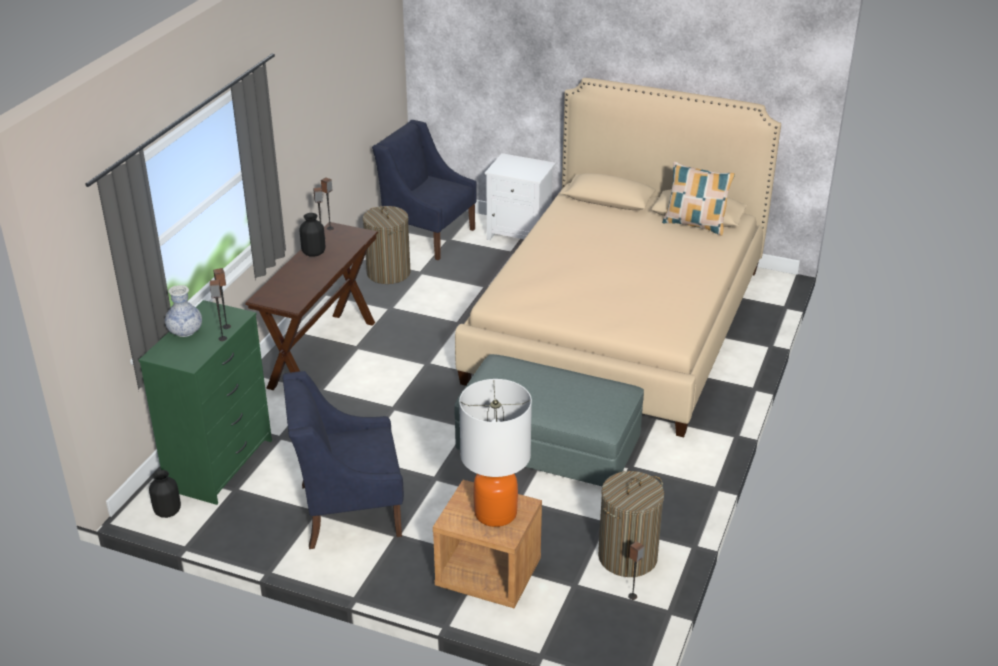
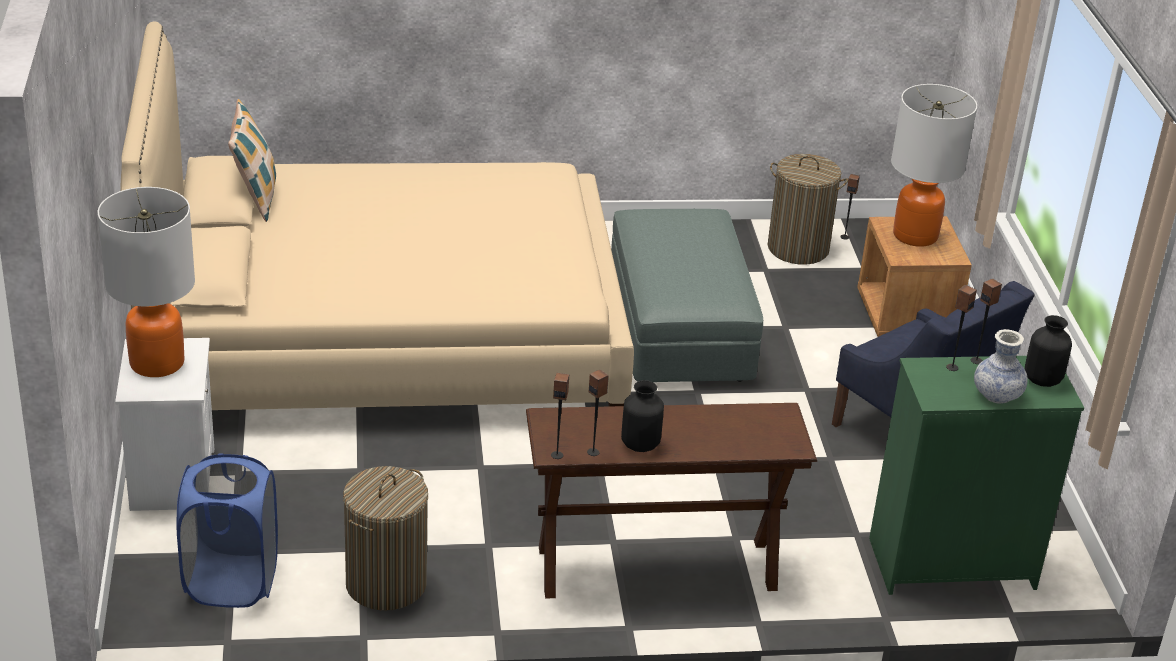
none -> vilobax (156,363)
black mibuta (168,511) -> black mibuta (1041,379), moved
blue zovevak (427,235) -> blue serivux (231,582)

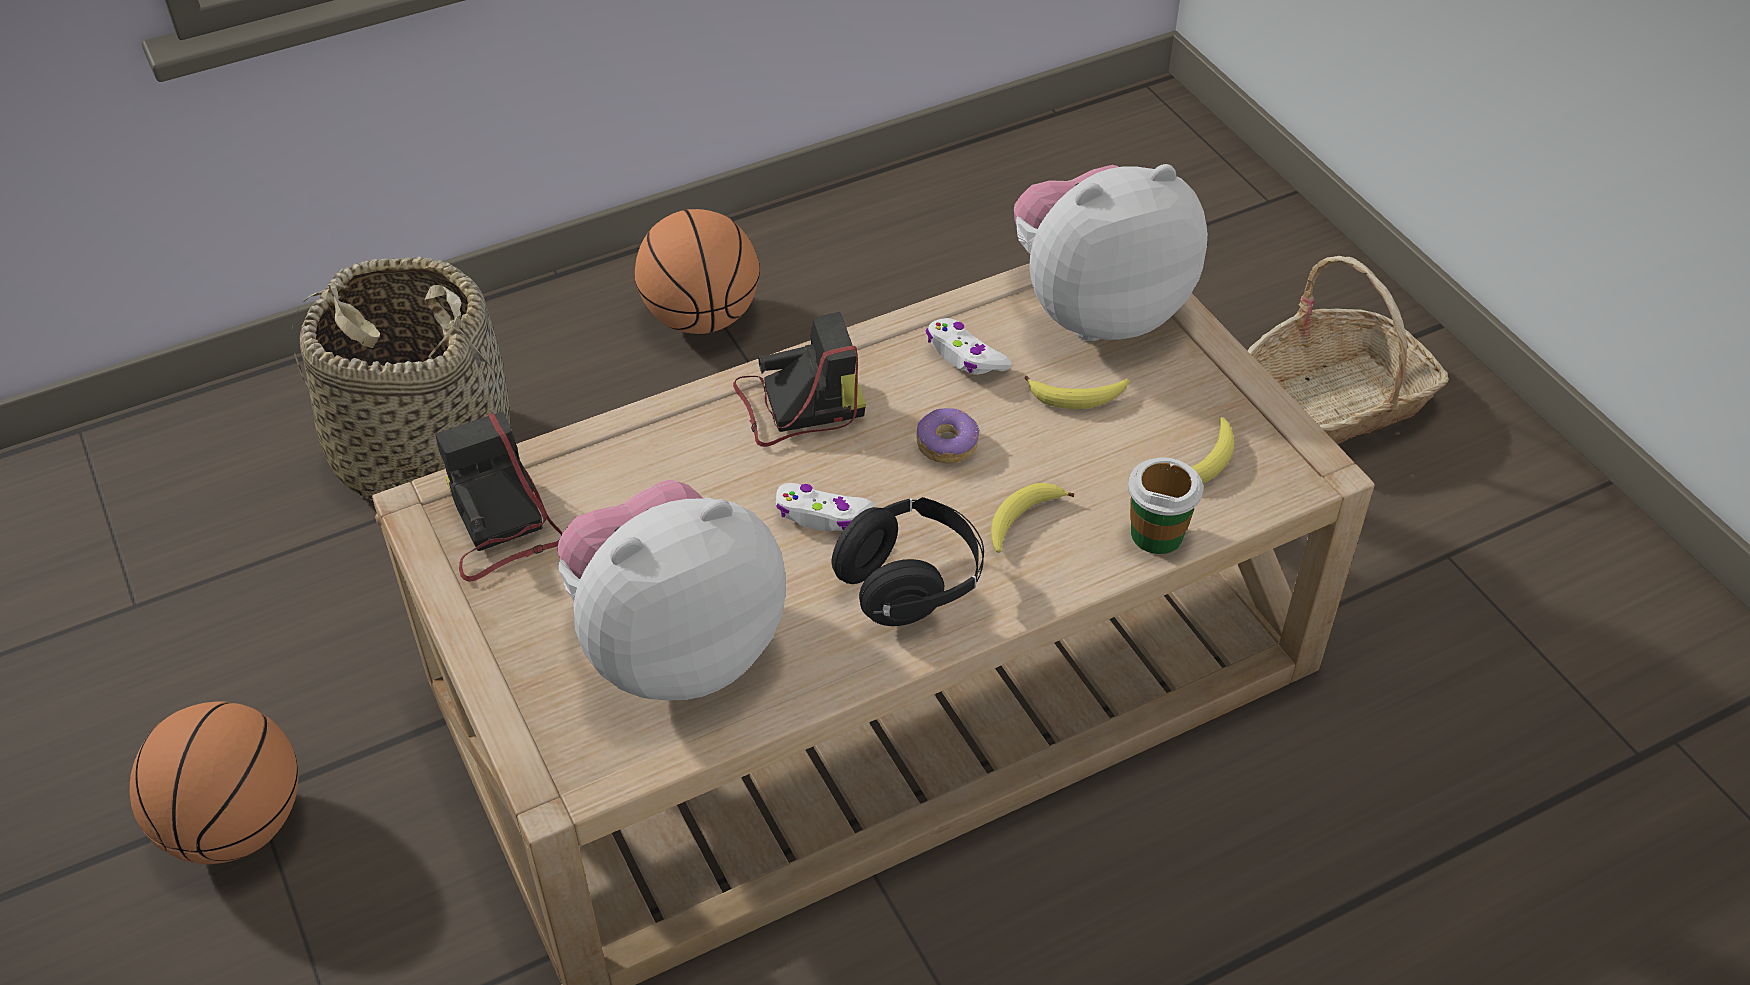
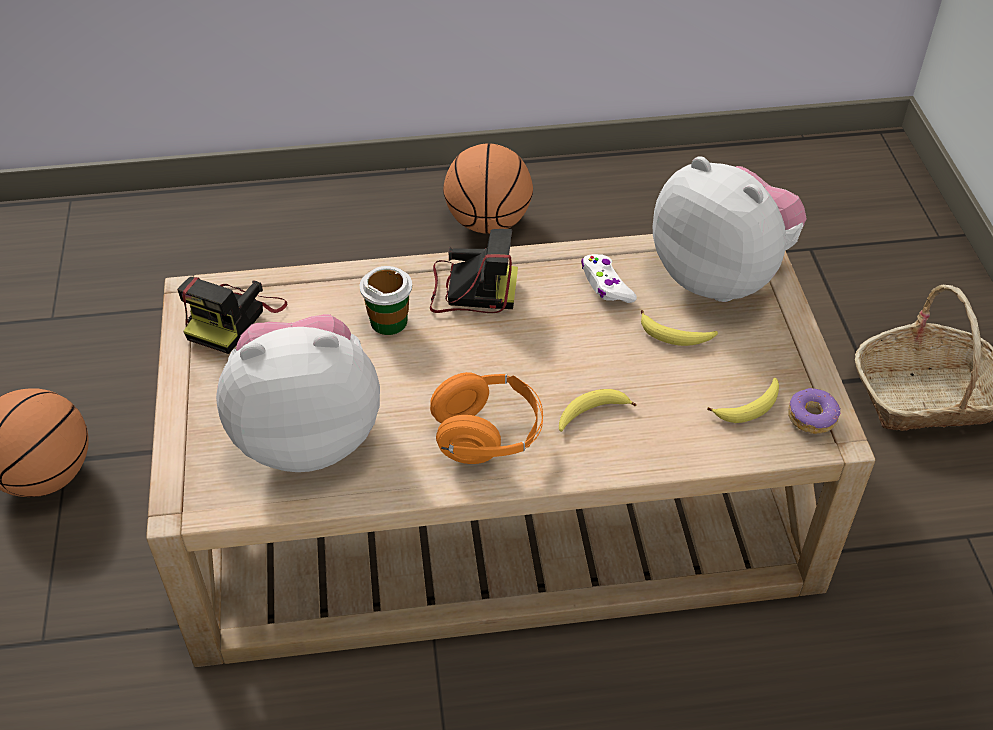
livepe (422,449) -> none
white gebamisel (822,515) -> none
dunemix (947,444) -> dunemix (812,417), moved
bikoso (1157,533) -> bikoso (389,321), moved
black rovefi (910,583) -> orange rovefi (487,435)
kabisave (499,524) -> kabisave (234,318), 150 degrees counterclockwise
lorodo (1097,309) -> lorodo (721,276), 45 degrees clockwise

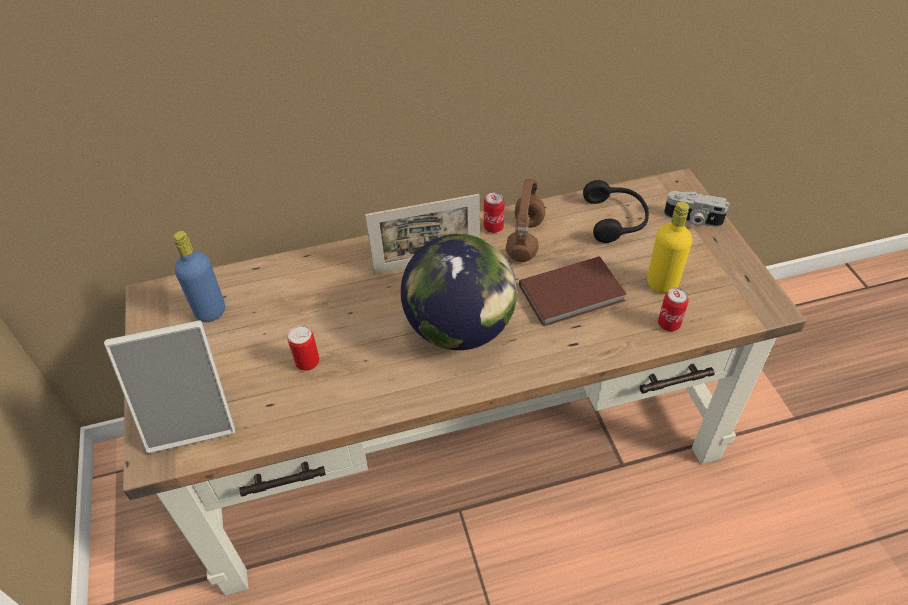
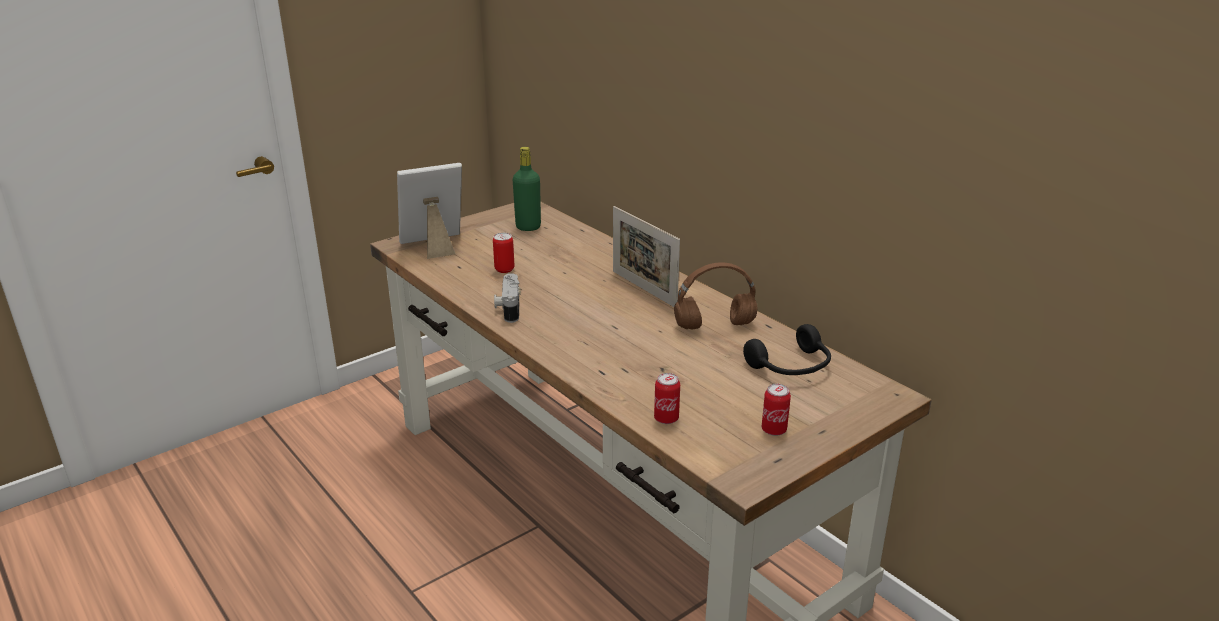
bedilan (460,329) -> none
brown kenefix (573,294) -> none
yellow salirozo (662,284) -> none
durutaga (493,227) -> durutaga (774,430), moved
kabisave (693,220) -> kabisave (508,308), moved
blue salirozo (210,311) -> green salirozo (528,227)
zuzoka (192,418) -> zuzoka (434,246), 105 degrees clockwise

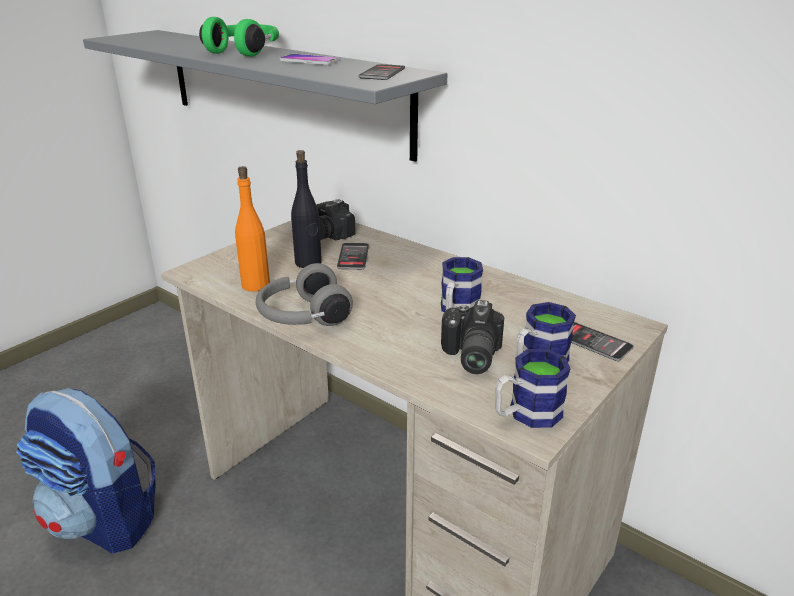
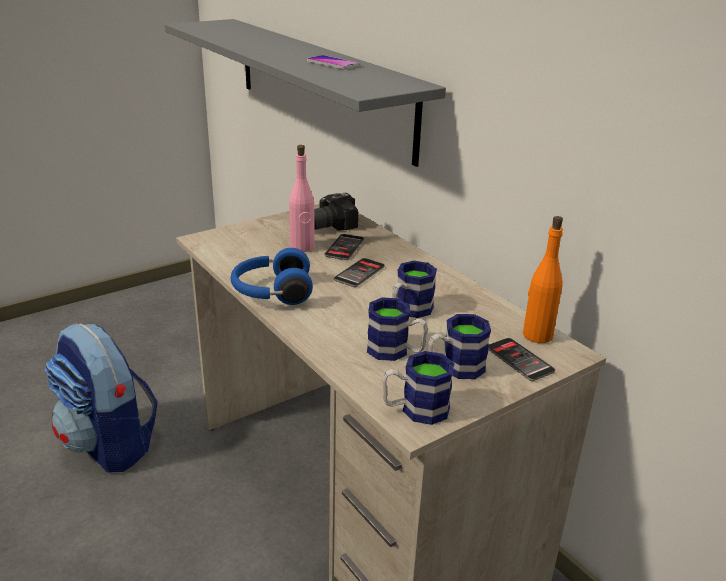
green rovefi (245,52) -> none
orange salirozo (255,285) -> orange salirozo (537,335), moved
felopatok (382,73) -> felopatok (359,273), moved
kabisave (469,356) -> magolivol (396,351)
grey rovefi (302,316) -> blue rovefi (271,292)
black salirozo (308,263) -> pink salirozo (302,247)

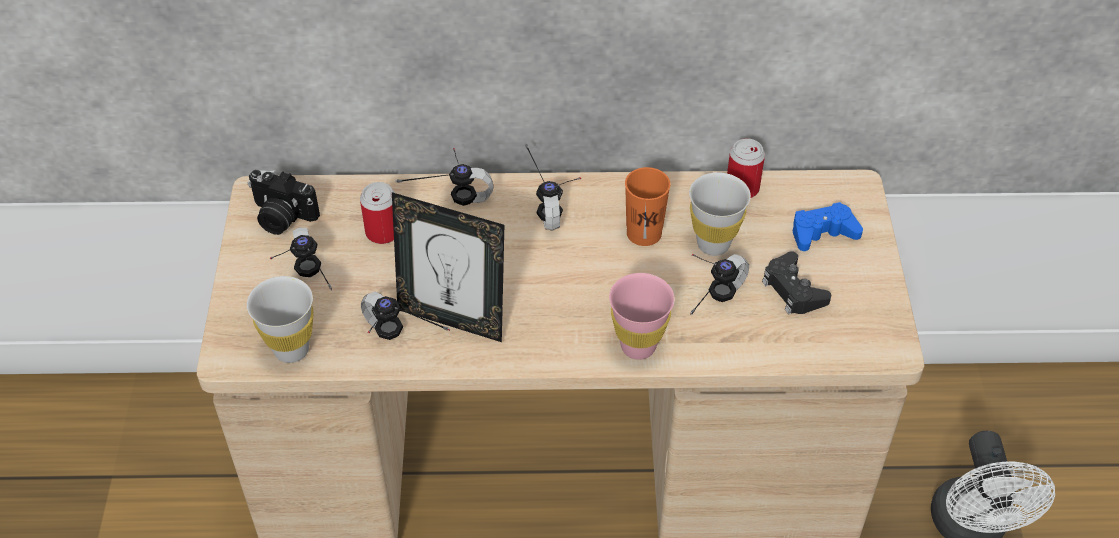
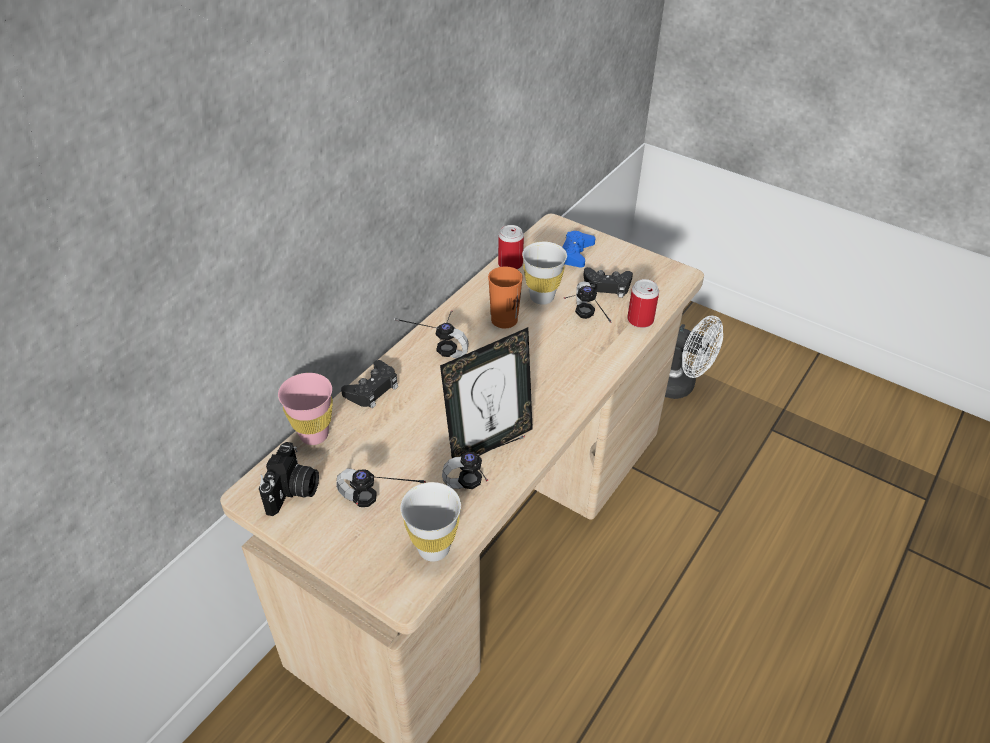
durutaga (383,232) -> durutaga (640,320), moved
pink bikoso (638,346) -> pink bikoso (314,435), moved
rovefi (448,193) -> black gebamisel (372,389)
kabisave (281,217) -> kabisave (293,491), 45 degrees counterclockwise

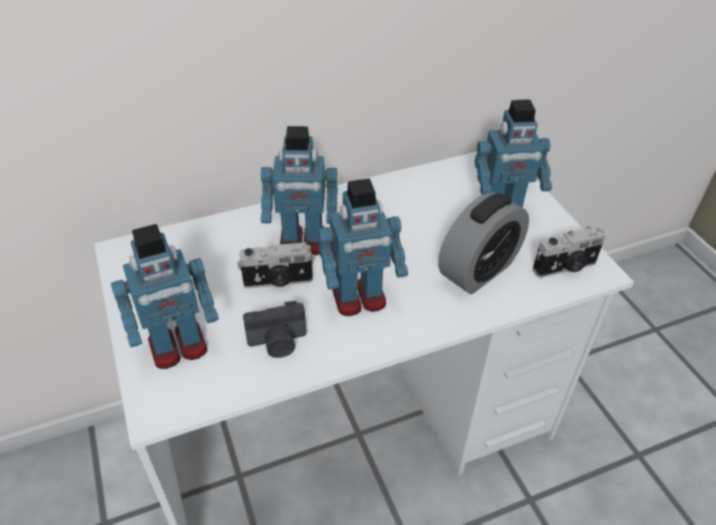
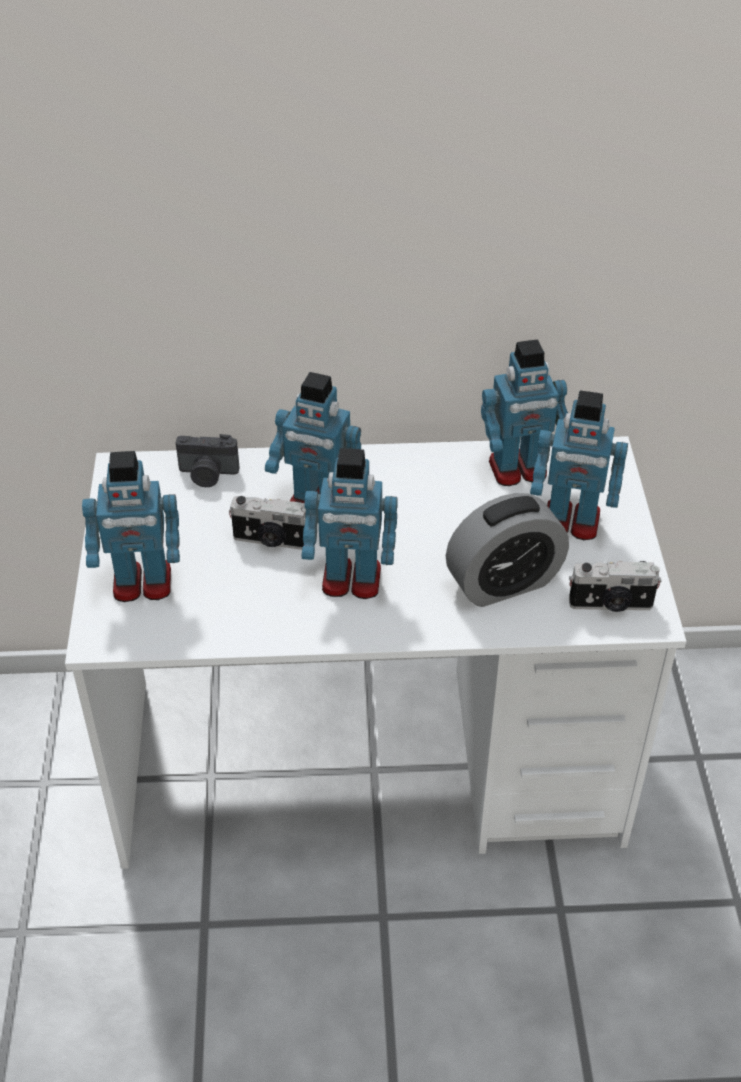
none -> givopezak (518,470)
kabisave (278,343) -> kabisave (207,475), moved

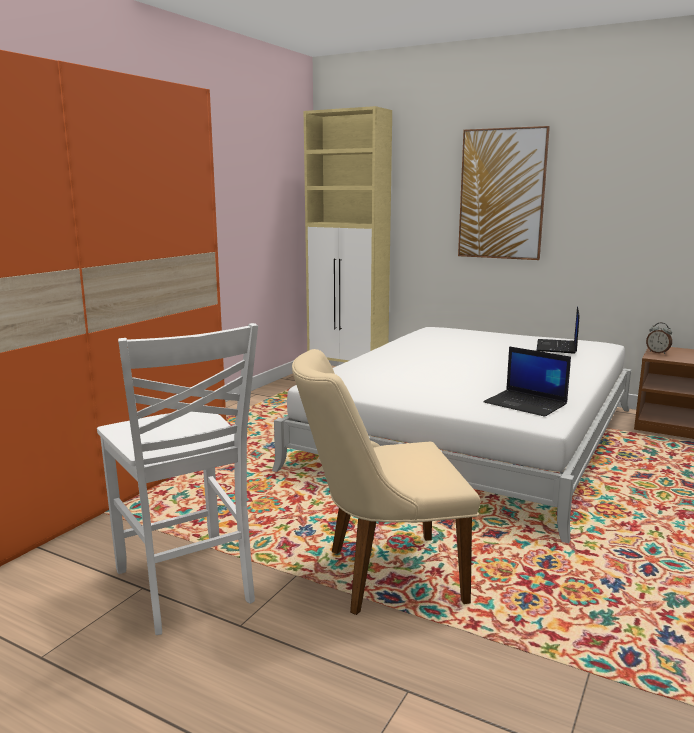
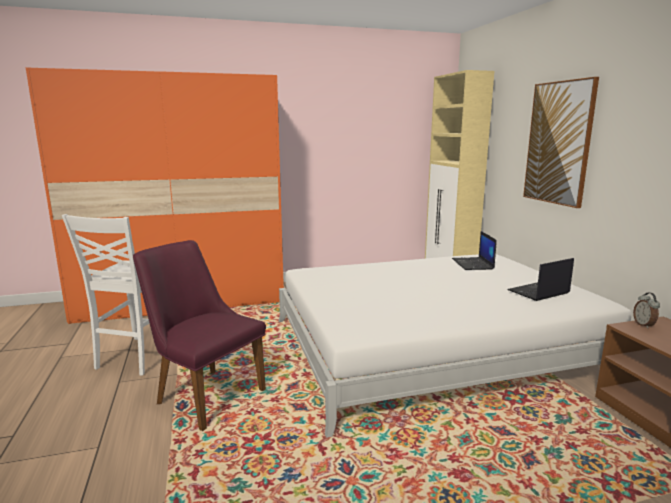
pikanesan (526,404) -> pikanesan (473,264), moved
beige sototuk (380,575) -> purple sototuk (204,394)

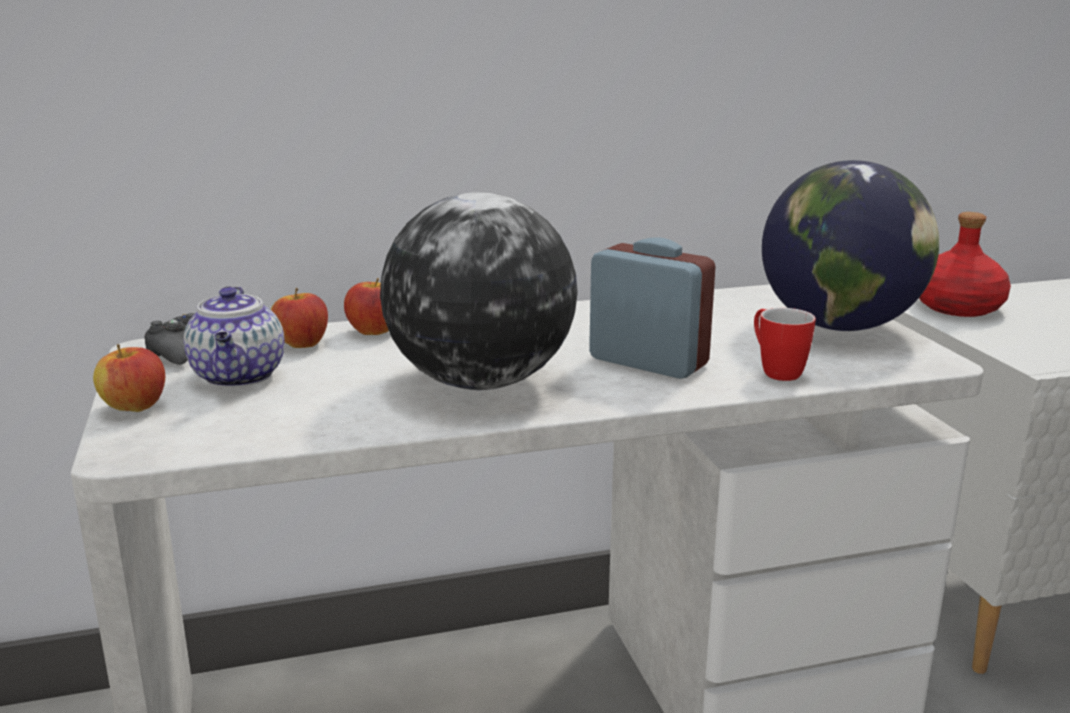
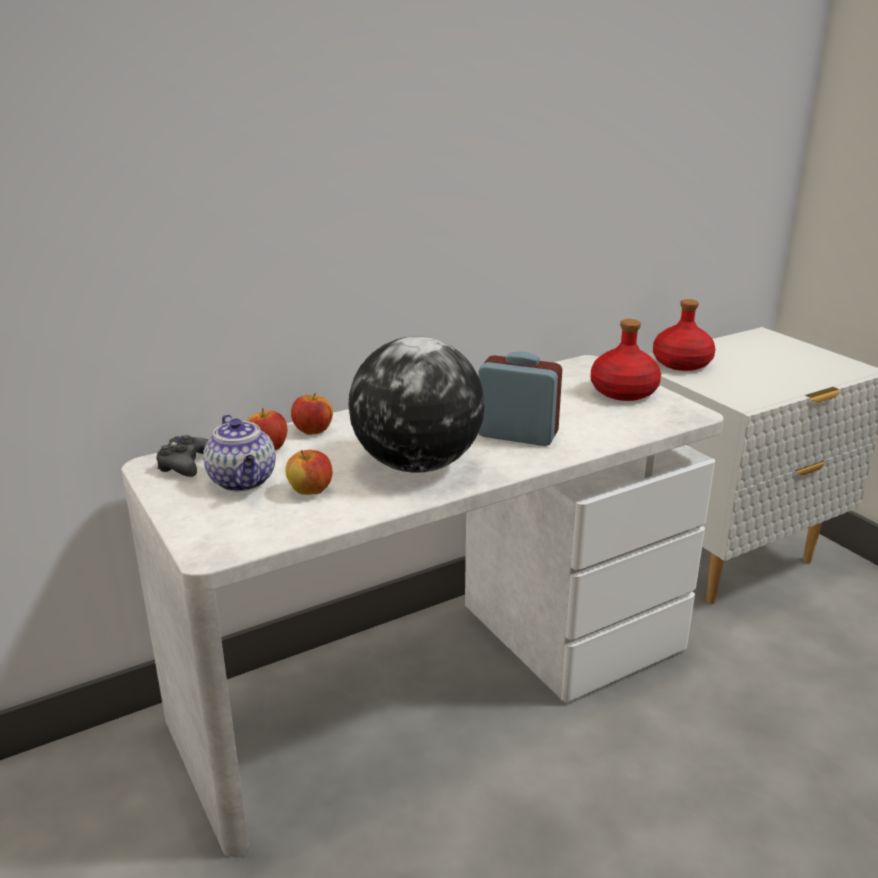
magolivol (775,371) -> none
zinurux (134,408) -> zinurux (310,491), moved
bedilan (840,326) -> red salirozo (624,391)

